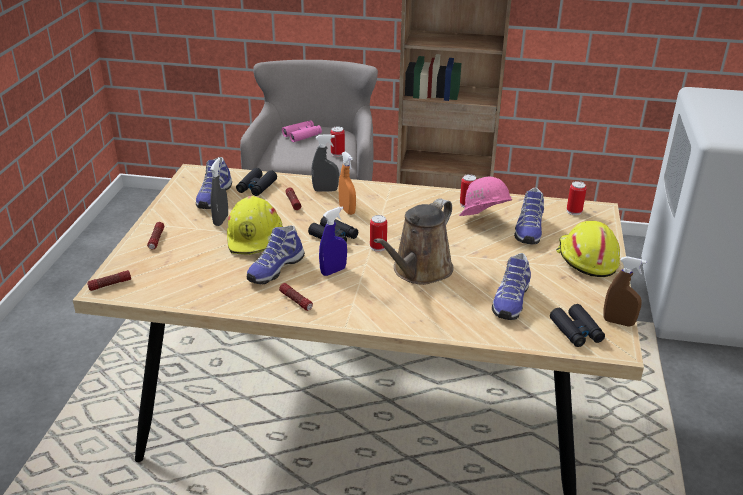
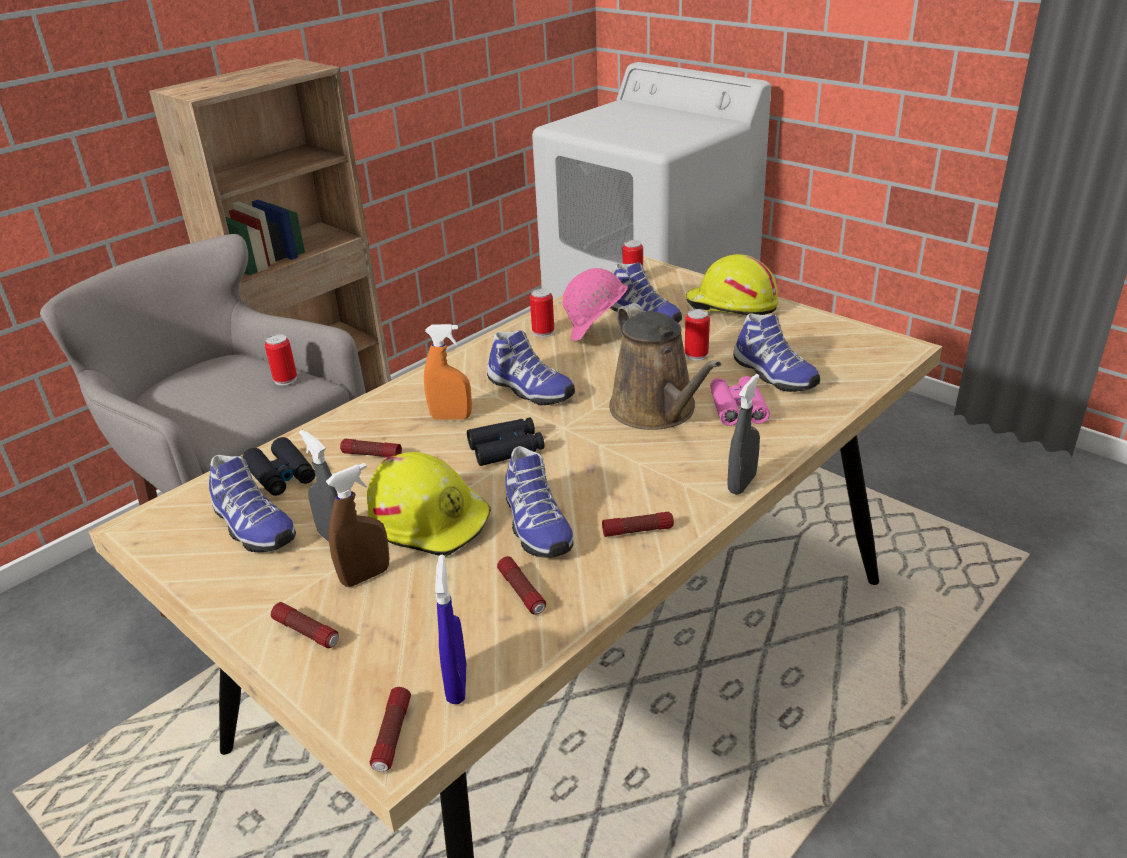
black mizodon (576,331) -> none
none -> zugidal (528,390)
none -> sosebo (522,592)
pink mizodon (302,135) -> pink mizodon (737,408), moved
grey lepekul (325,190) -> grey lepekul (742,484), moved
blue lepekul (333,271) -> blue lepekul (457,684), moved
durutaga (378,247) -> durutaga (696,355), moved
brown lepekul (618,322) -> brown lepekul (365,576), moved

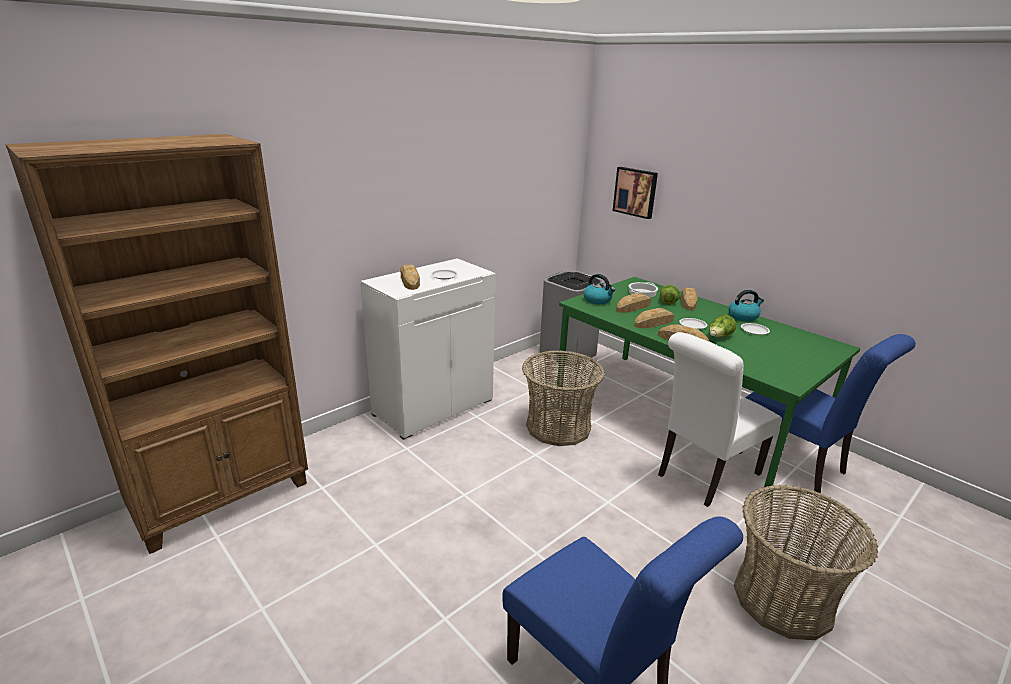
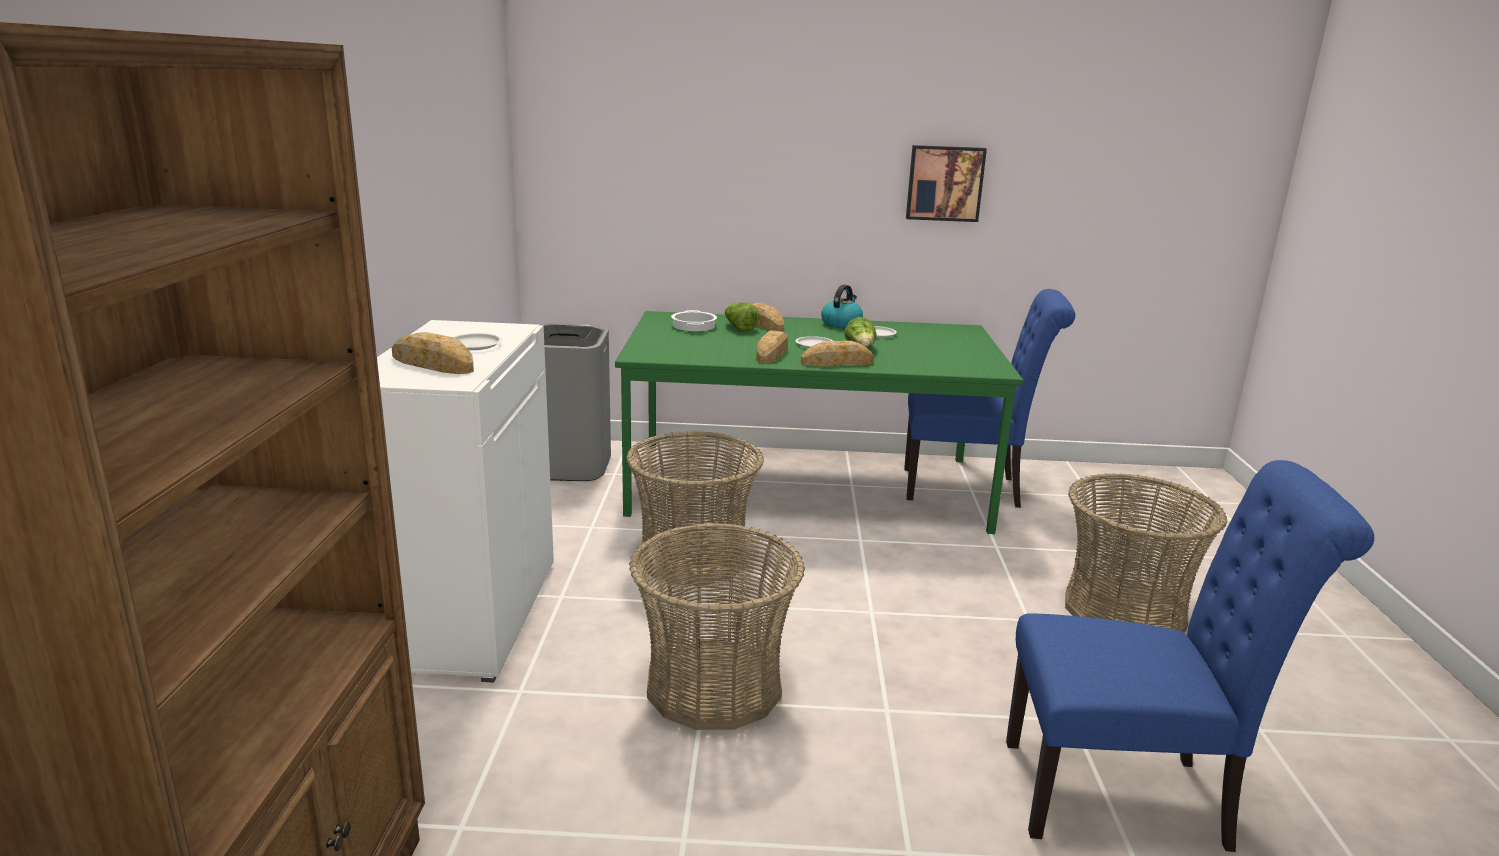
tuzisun (598,300) -> none
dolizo (633,307) -> none
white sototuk (704,476) -> none
none -> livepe (713,686)
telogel (635,192) -> telogel (944,183), moved

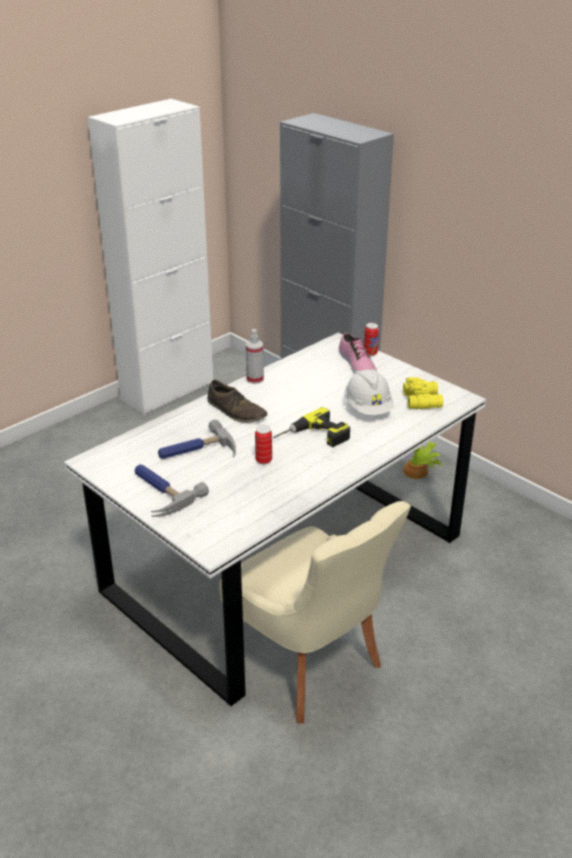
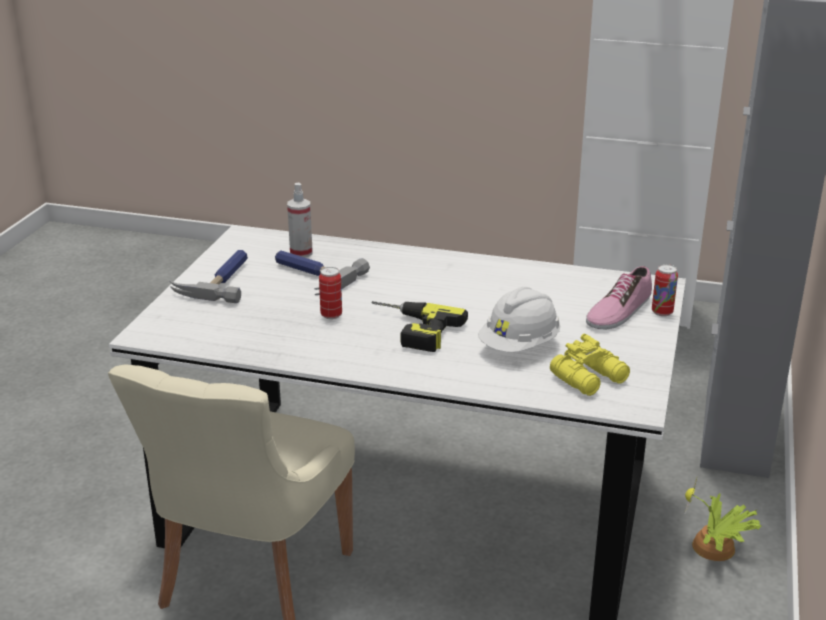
brown zugidal (236,411) -> none
lepekul (255,379) -> lepekul (301,253), moved

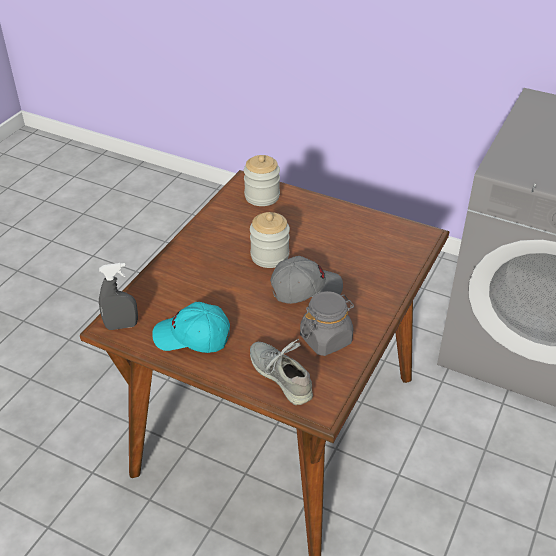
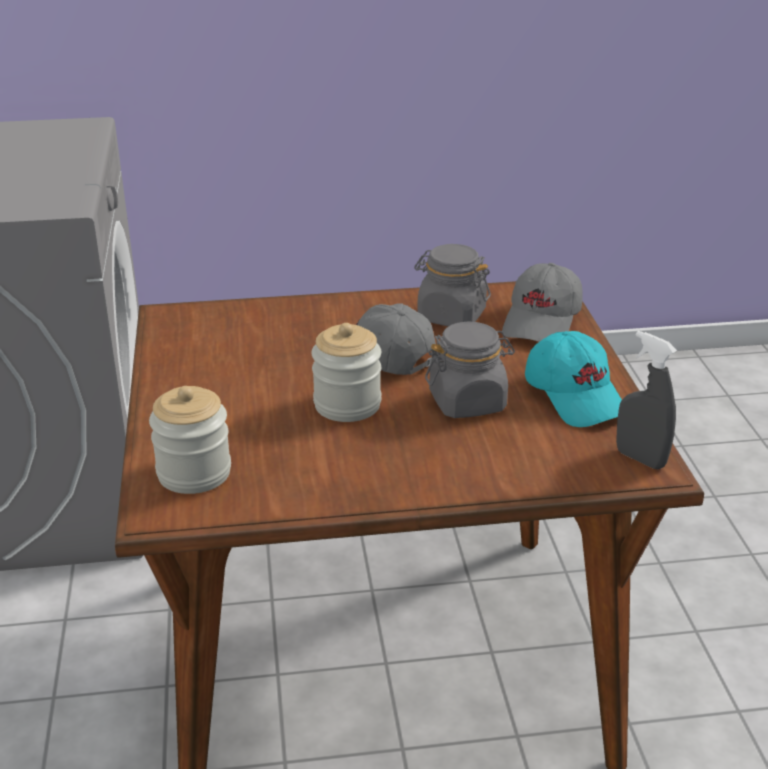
none -> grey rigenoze (468,402)
grey zugidal (280,376) -> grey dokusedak (542,322)

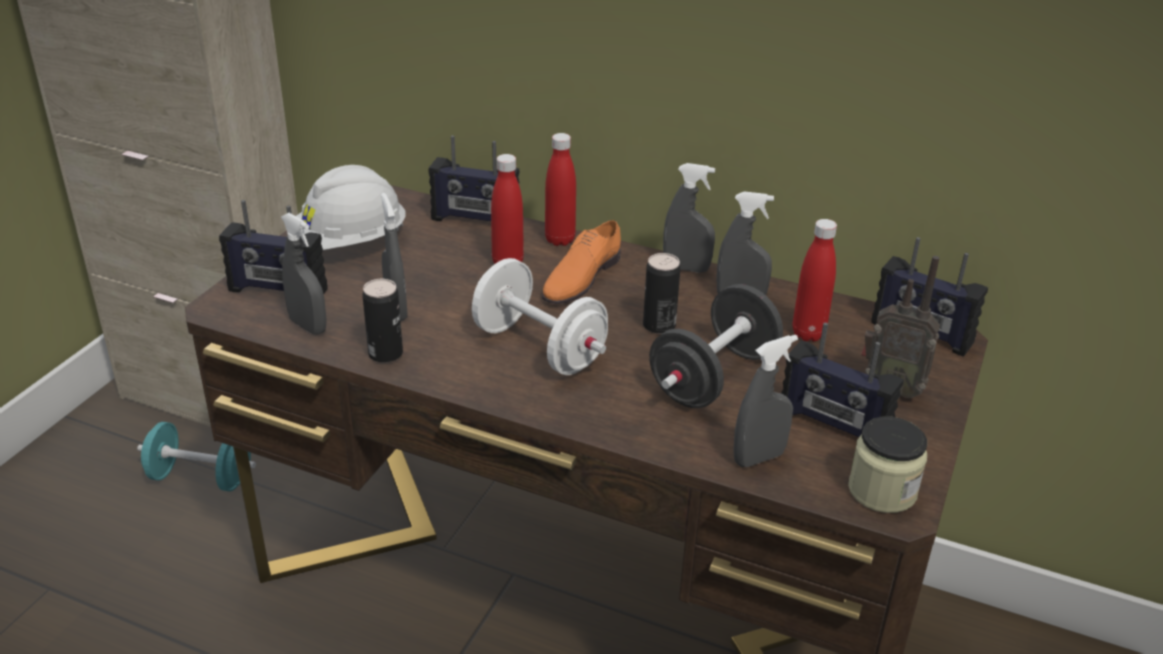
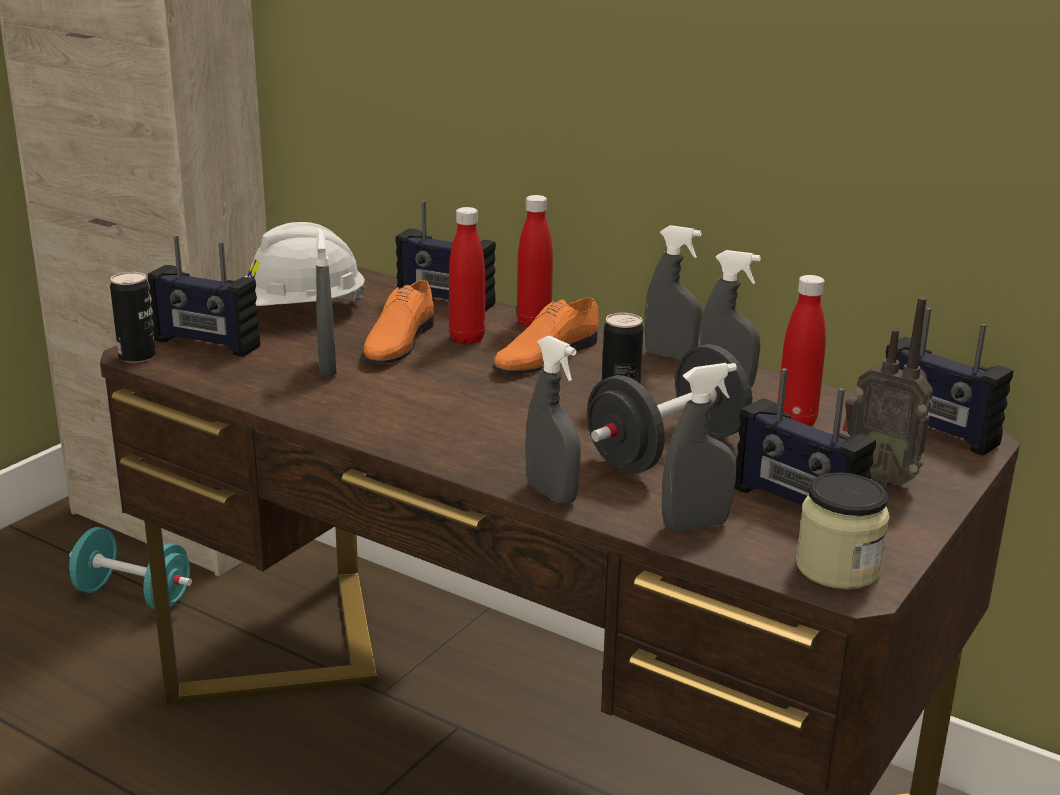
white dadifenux (539,348) -> none
none -> orange zugidal (398,342)
grey lepekul (308,326) -> grey lepekul (551,494), moved
durutaga (385,354) -> durutaga (137,356), moved

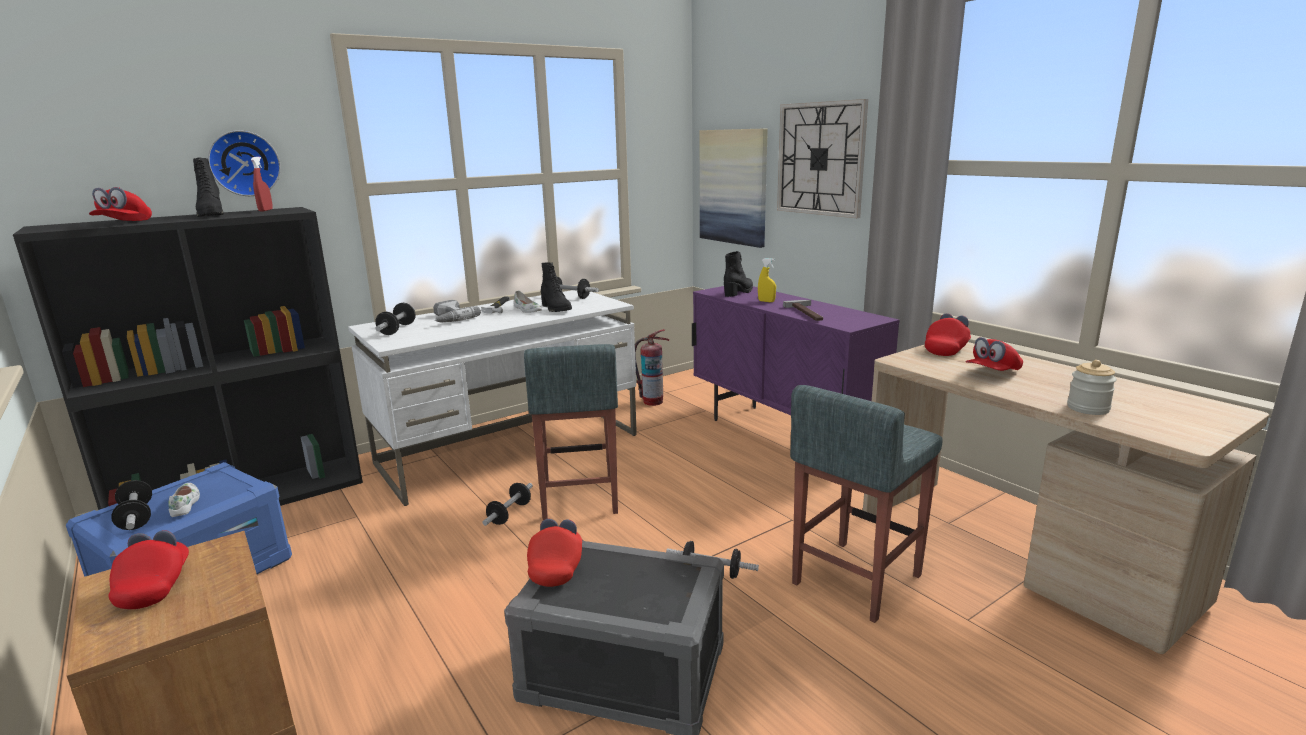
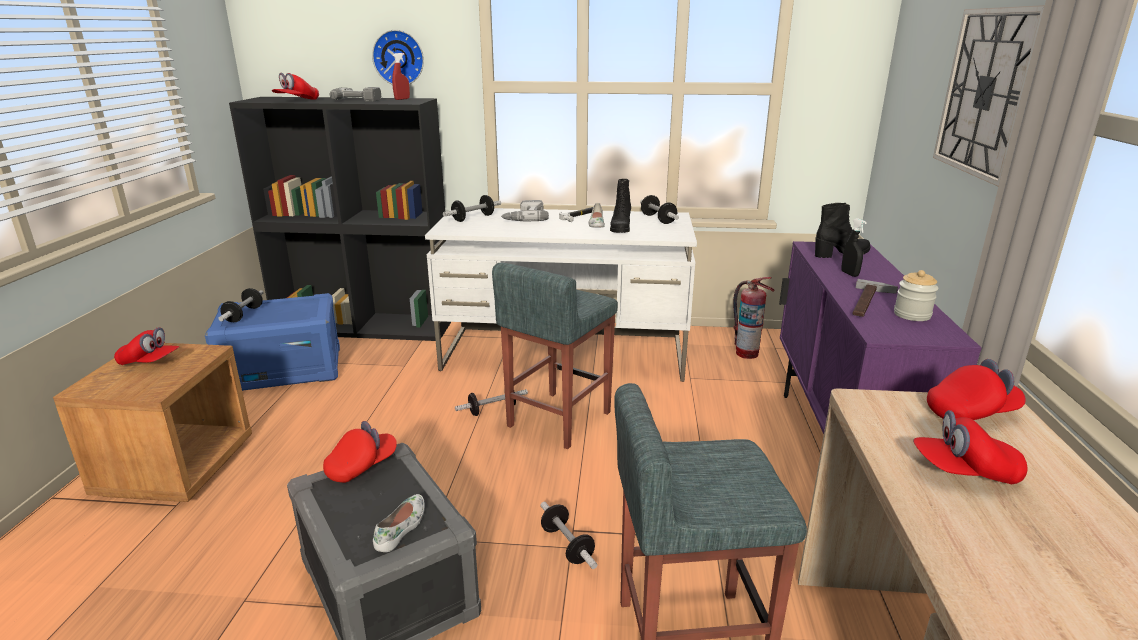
telogel (733,187) -> none
white zugidal (186,504) -> white zugidal (402,528), moved
rigenoze (1088,408) -> rigenoze (912,315), moved
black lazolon (211,215) -> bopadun (359,99)
yellow lepekul (766,301) -> black lepekul (849,274)
red dokusedak (154,586) -> red dokusedak (150,362), 75 degrees clockwise

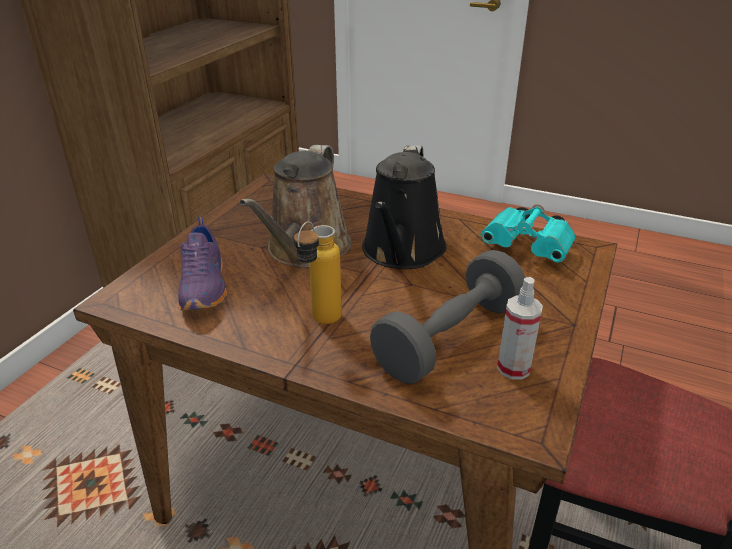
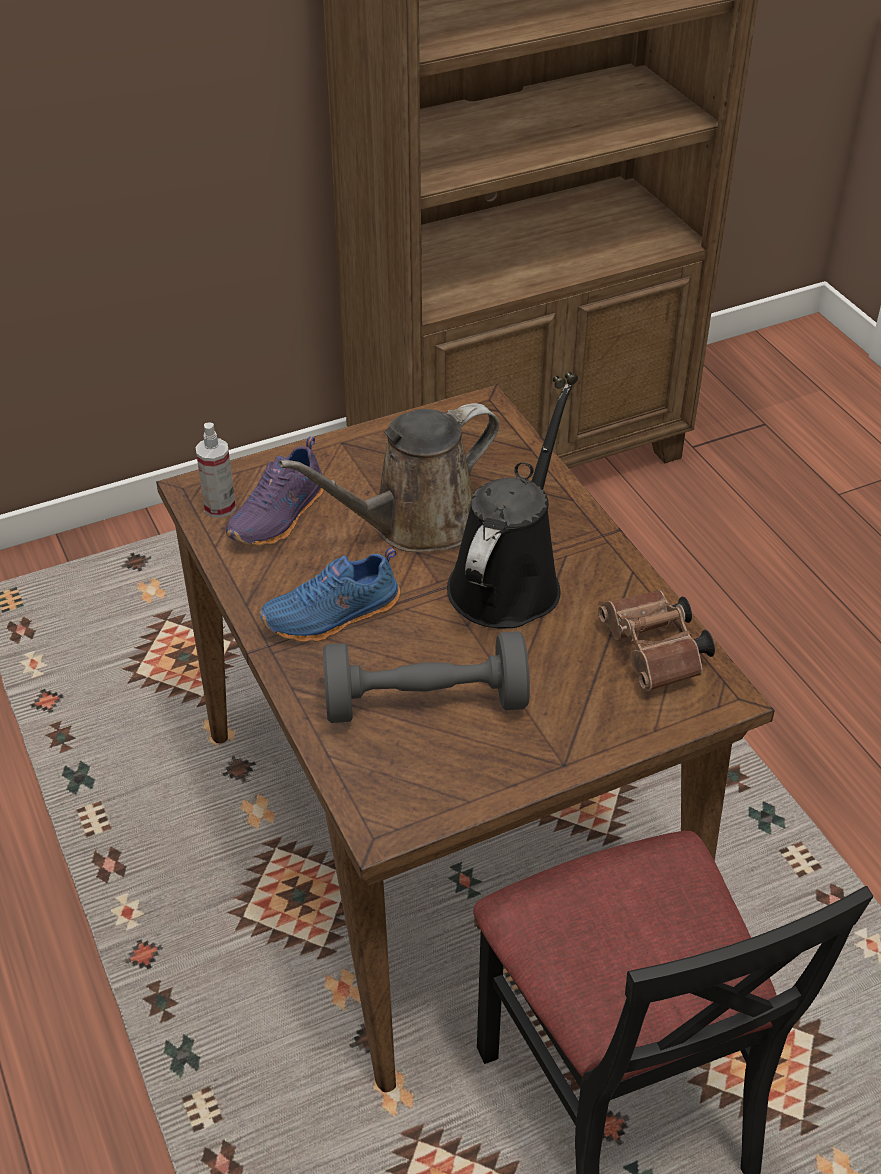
lepekul (513,368) -> lepekul (220,507), moved
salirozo (320,323) -> blue zugidal (333,617)
turquoise mizodon (530,248) -> brown mizodon (655,655)
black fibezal (402,252) -> black fibezal (508,580), 150 degrees clockwise

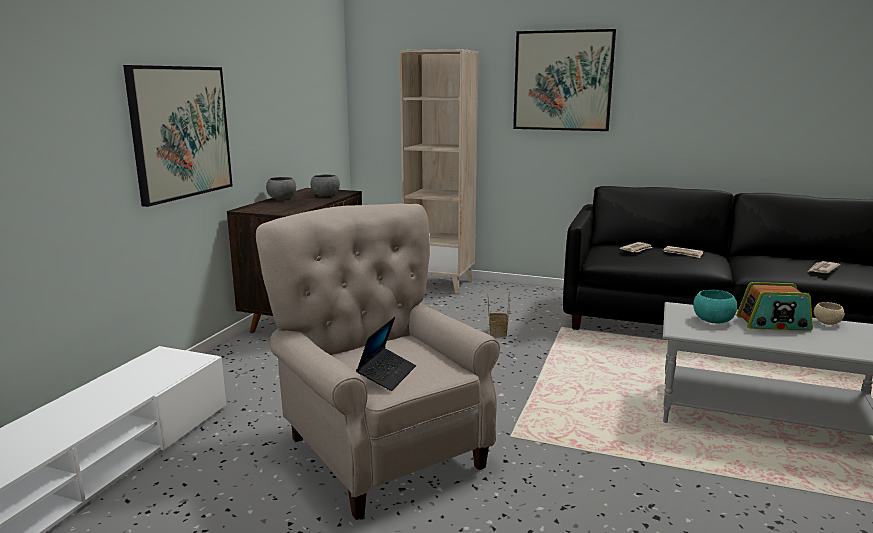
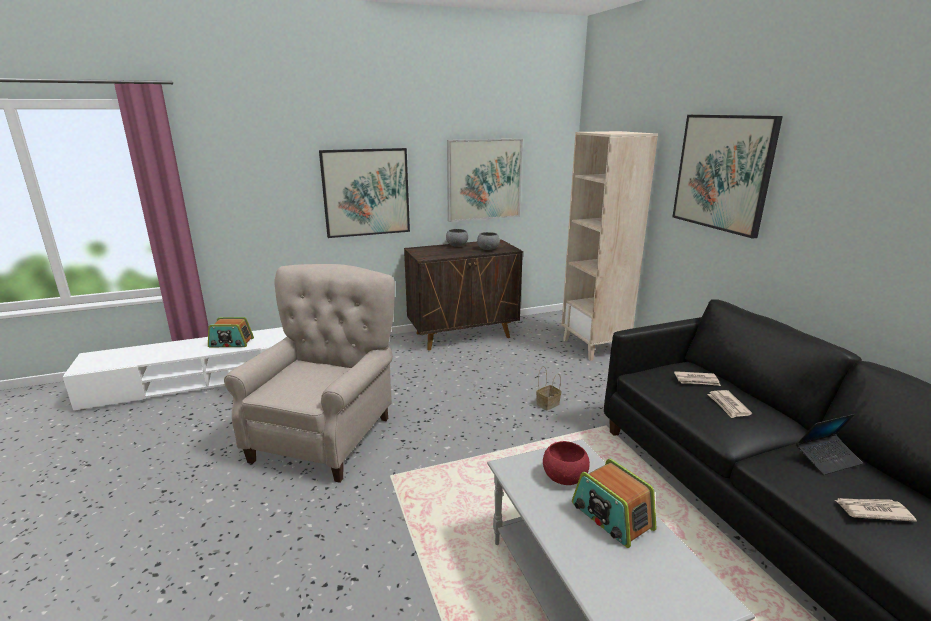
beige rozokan (826,323) -> none
none -> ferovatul (231,343)
none -> telogel (484,179)
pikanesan (387,375) -> pikanesan (827,459), moved
turquoise rozokan (713,320) -> red rozokan (565,477)

